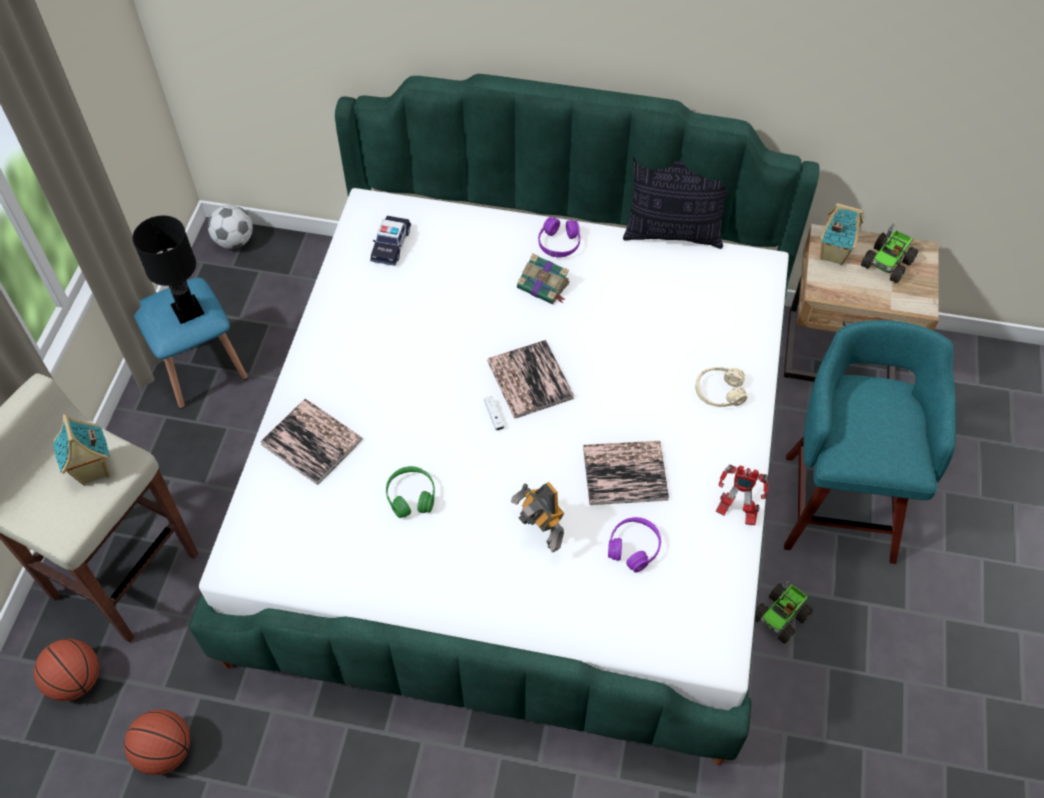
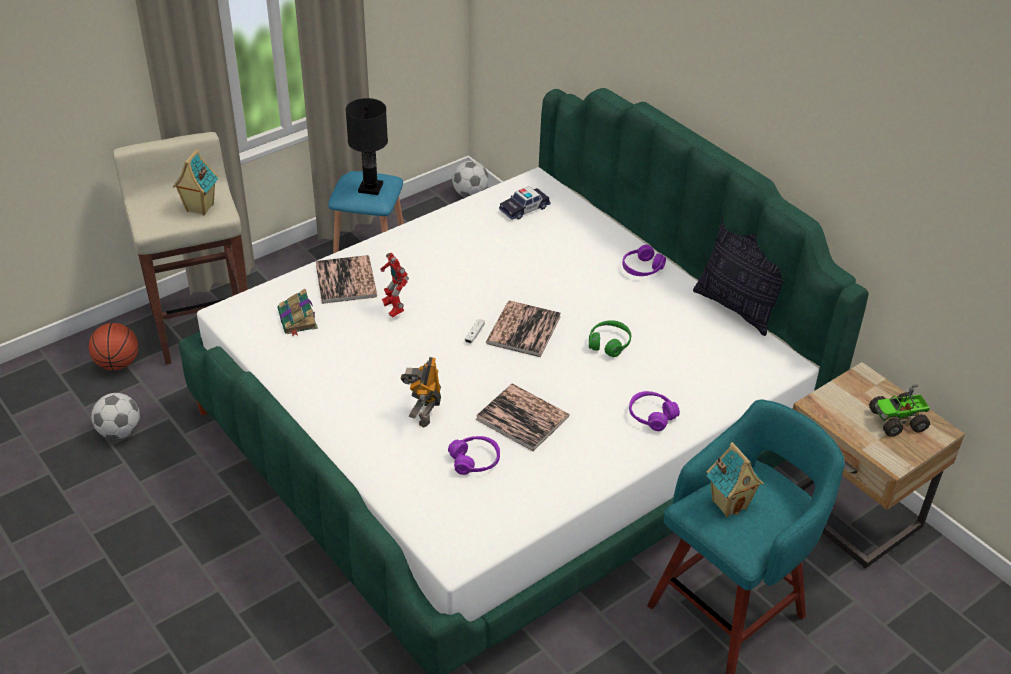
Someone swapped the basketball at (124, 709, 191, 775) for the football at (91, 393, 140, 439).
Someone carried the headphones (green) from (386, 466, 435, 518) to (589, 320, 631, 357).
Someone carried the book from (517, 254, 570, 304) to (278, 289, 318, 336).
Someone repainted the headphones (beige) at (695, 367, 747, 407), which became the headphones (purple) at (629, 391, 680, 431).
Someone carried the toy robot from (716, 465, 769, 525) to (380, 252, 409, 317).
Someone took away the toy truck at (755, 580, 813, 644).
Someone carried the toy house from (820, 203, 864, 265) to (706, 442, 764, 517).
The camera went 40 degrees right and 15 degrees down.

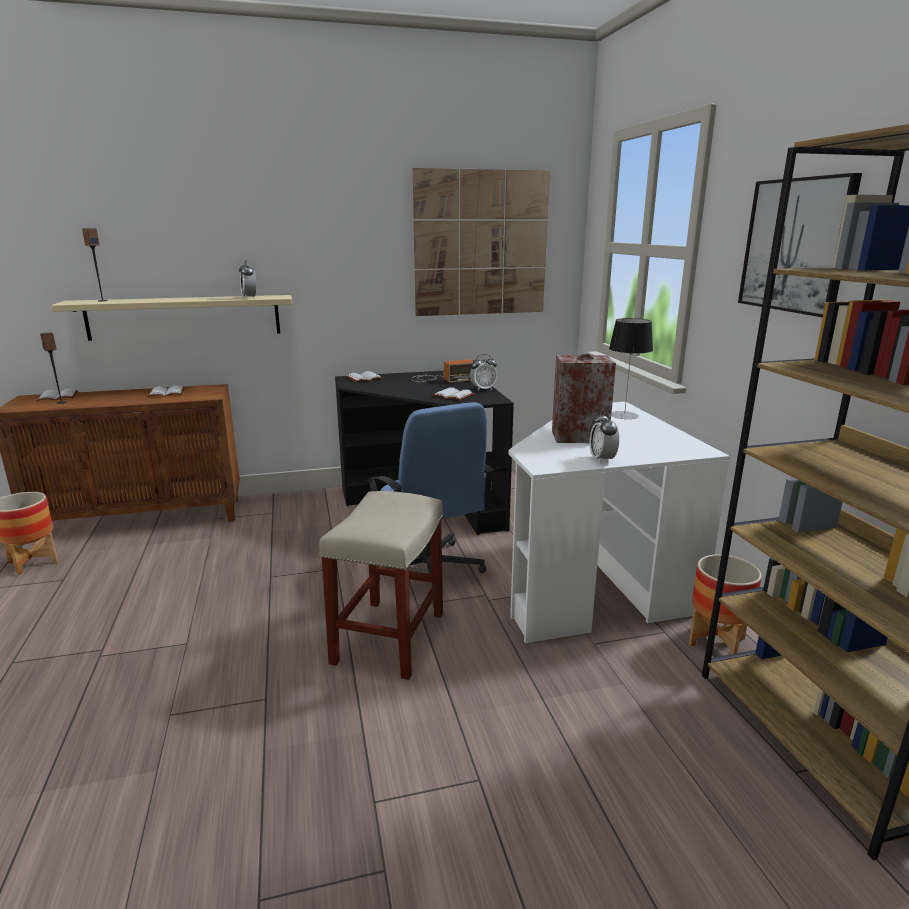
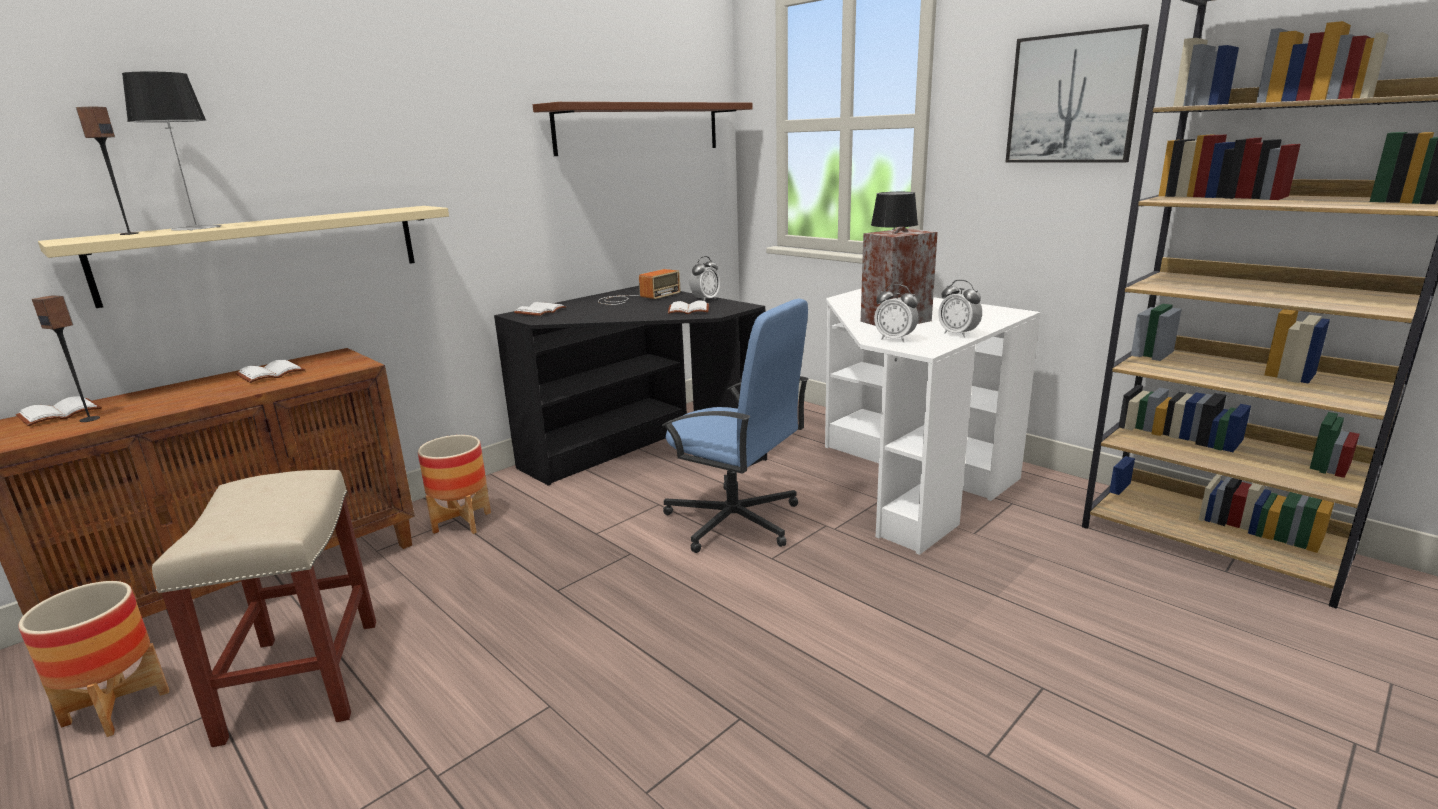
Someone carried the alarm clock from (239, 260, 256, 299) to (874, 284, 918, 342).
Someone carried the stool (beige) from (319, 491, 443, 680) to (152, 470, 376, 747).
Someone swapped the picture at (413, 168, 550, 316) for the shelf (brown) at (533, 102, 753, 156).
Someone carried the planter from (689, 554, 762, 655) to (418, 435, 491, 534).
Someone put down the table lamp at (122, 72, 221, 231).
The camera went 30 degrees left and 0 degrees up.

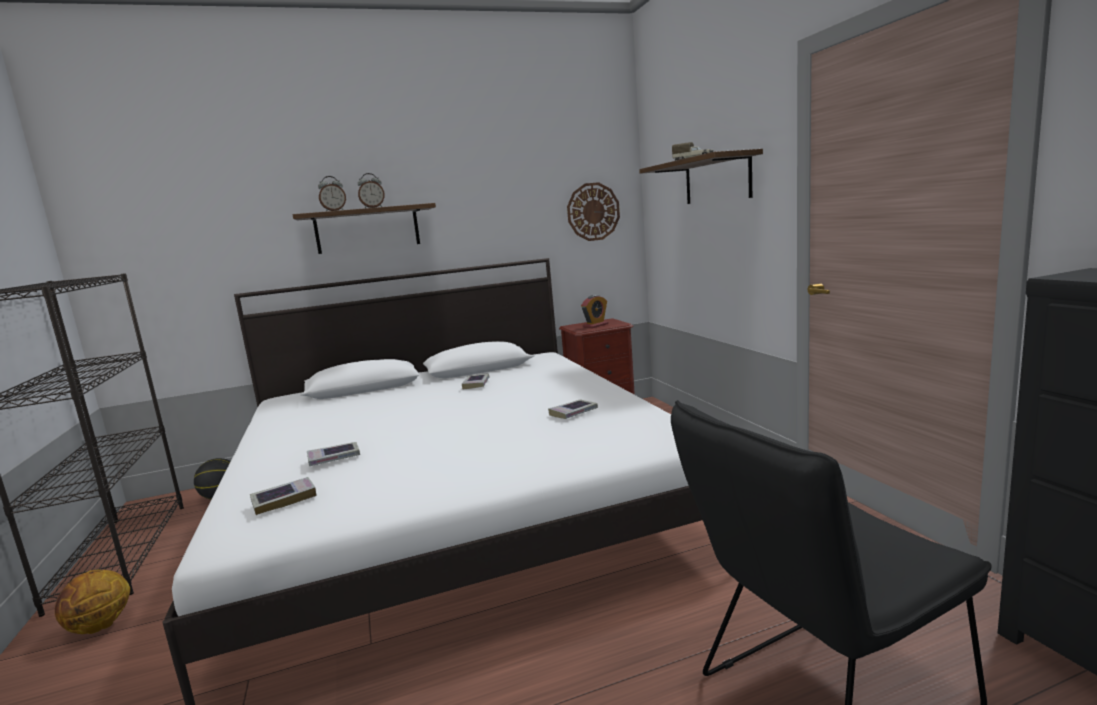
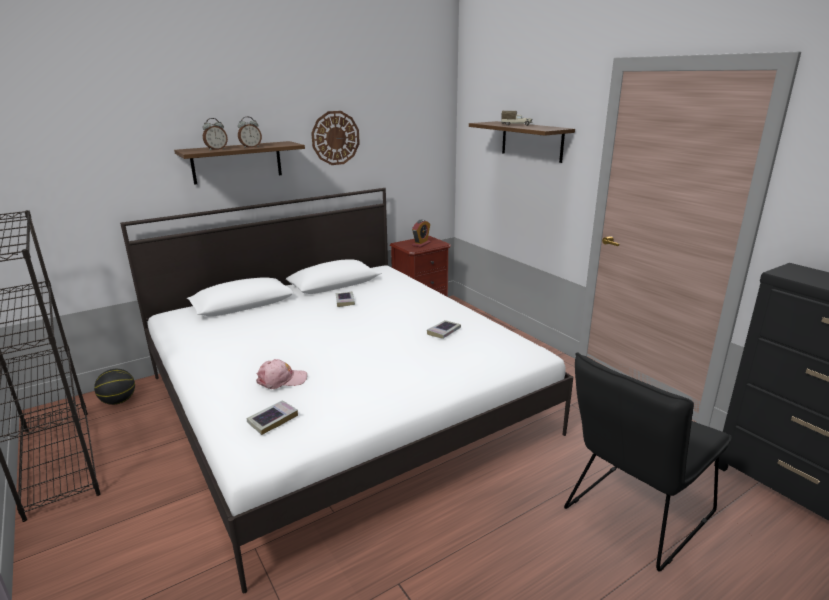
Someone took away the basketball at (55, 570, 130, 634).
Someone swapped the book at (307, 442, 360, 466) for the cap (pink) at (256, 359, 307, 389).
Someone carried the wall clock from (567, 182, 620, 241) to (311, 111, 360, 165).
The camera went 15 degrees left and 10 degrees up.

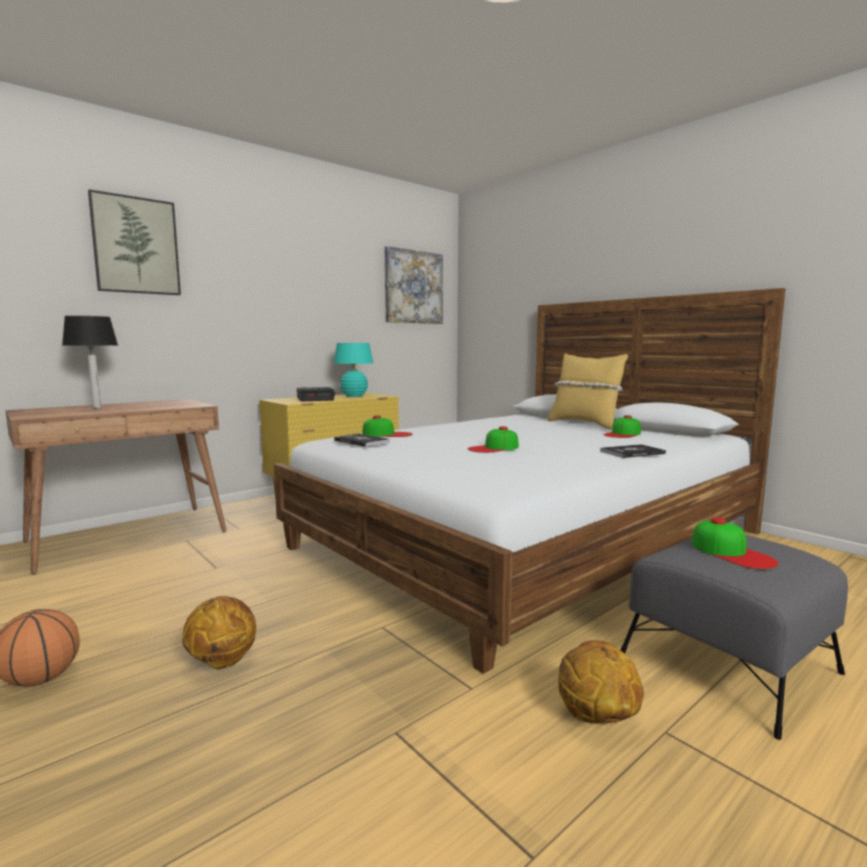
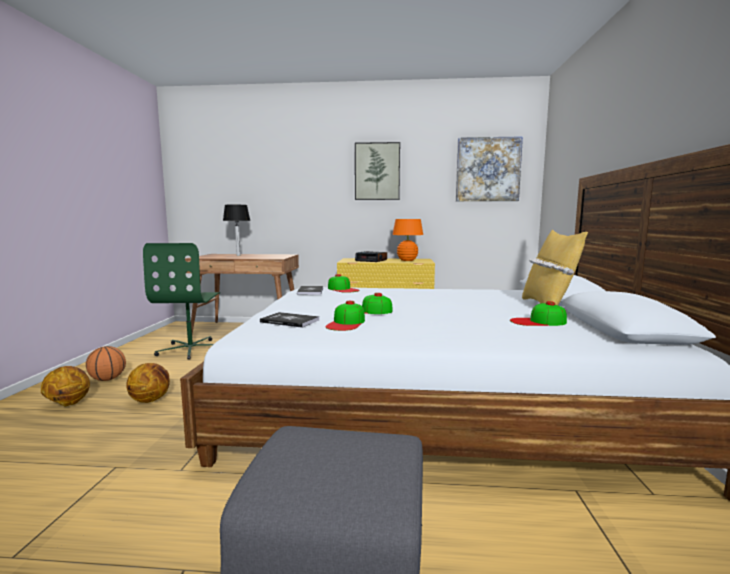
Someone carried the picture from (88, 189, 181, 295) to (355, 142, 400, 200).
Someone repainted the table lamp (turquoise) at (334, 343, 373, 397), which became the table lamp (orange) at (392, 219, 423, 261).
Someone carried the basketball from (558, 640, 644, 724) to (41, 366, 90, 407).
Someone carried the book from (600, 444, 666, 458) to (260, 312, 319, 328).
Someone carried the cap from (691, 517, 779, 569) to (325, 301, 365, 331).
Someone put down the office chair (green) at (143, 243, 220, 360).
The camera went 45 degrees right and 0 degrees up.

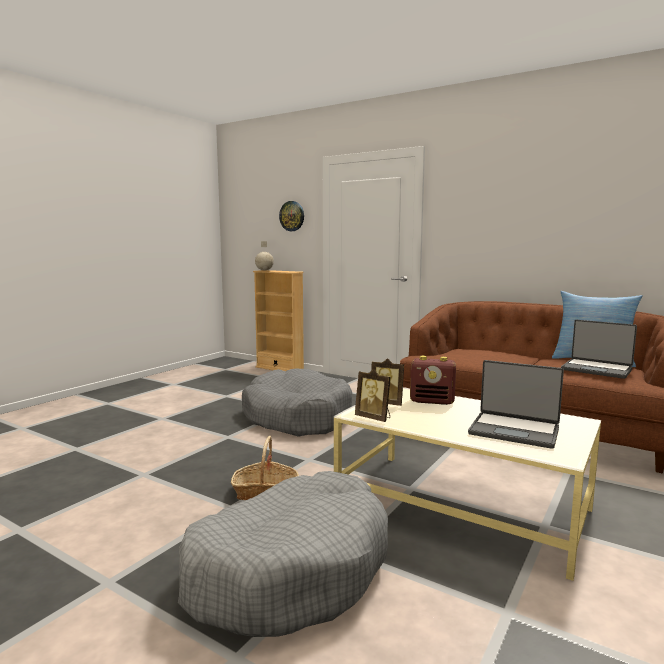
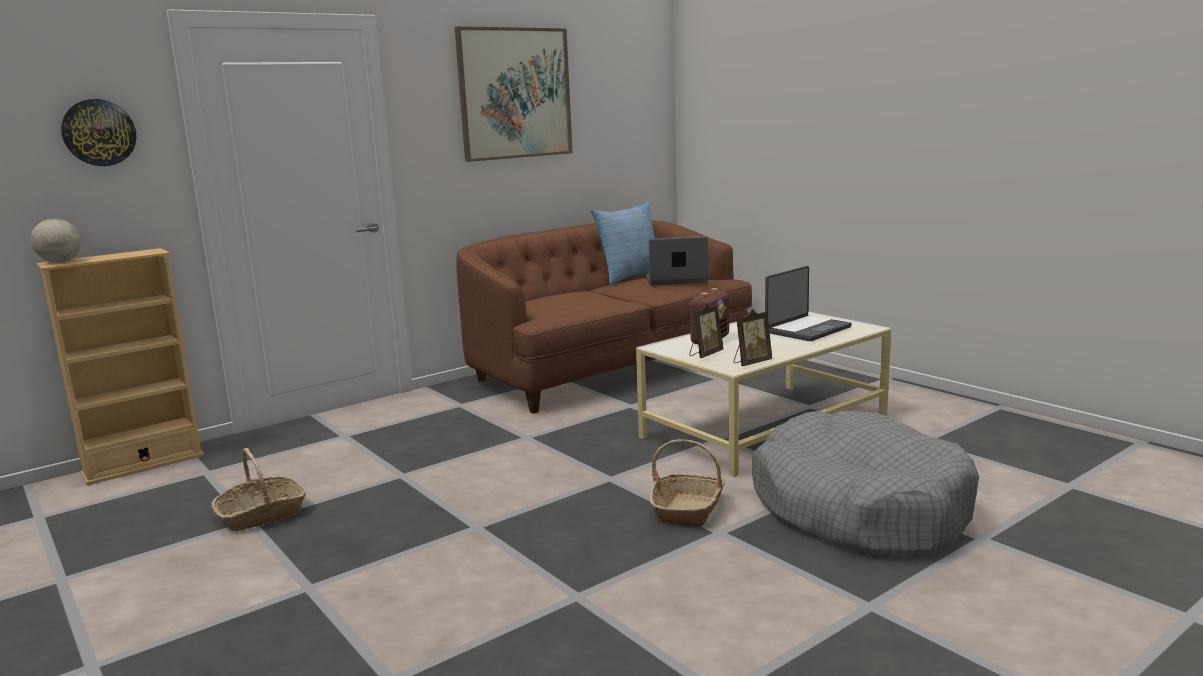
Someone took away the dog bed (grey) at (242, 369, 352, 437).
Someone rotated the laptop at (561, 320, 637, 379) by 150 degrees counterclockwise.
Someone put down the basket at (211, 448, 306, 531).
Someone put up the picture at (455, 26, 573, 162).
The camera went 70 degrees left and 5 degrees up.

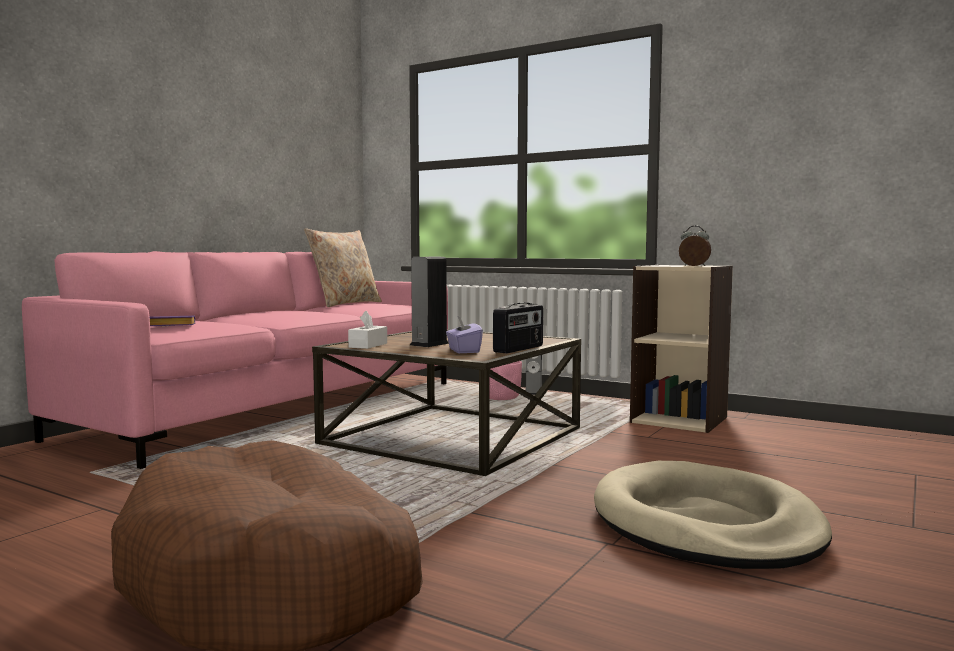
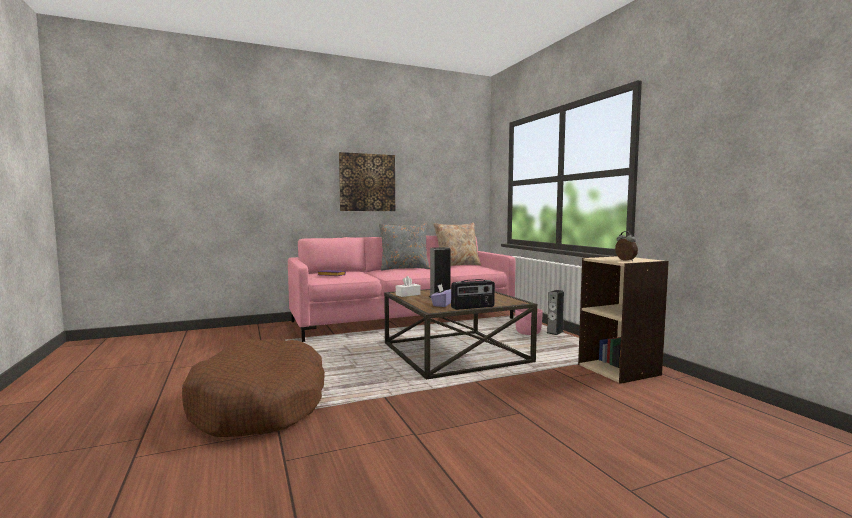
Someone took away the dog bed (beige) at (594, 461, 832, 569).
Someone put up the picture at (339, 152, 395, 211).
Someone put down the pillow (grey) at (379, 223, 430, 270).
The camera went 35 degrees right and 0 degrees up.

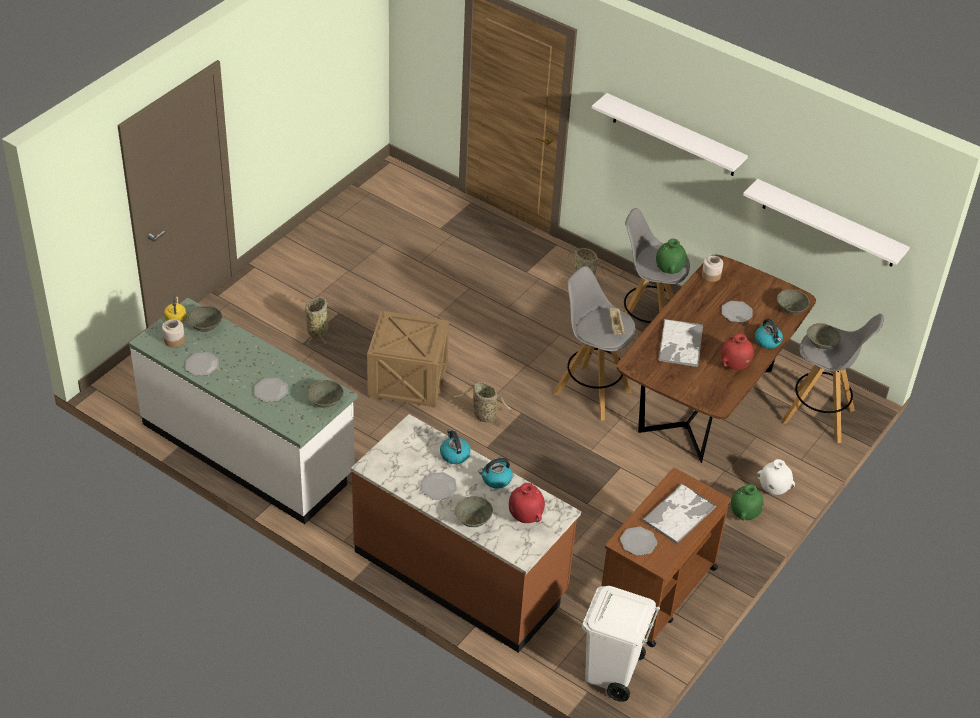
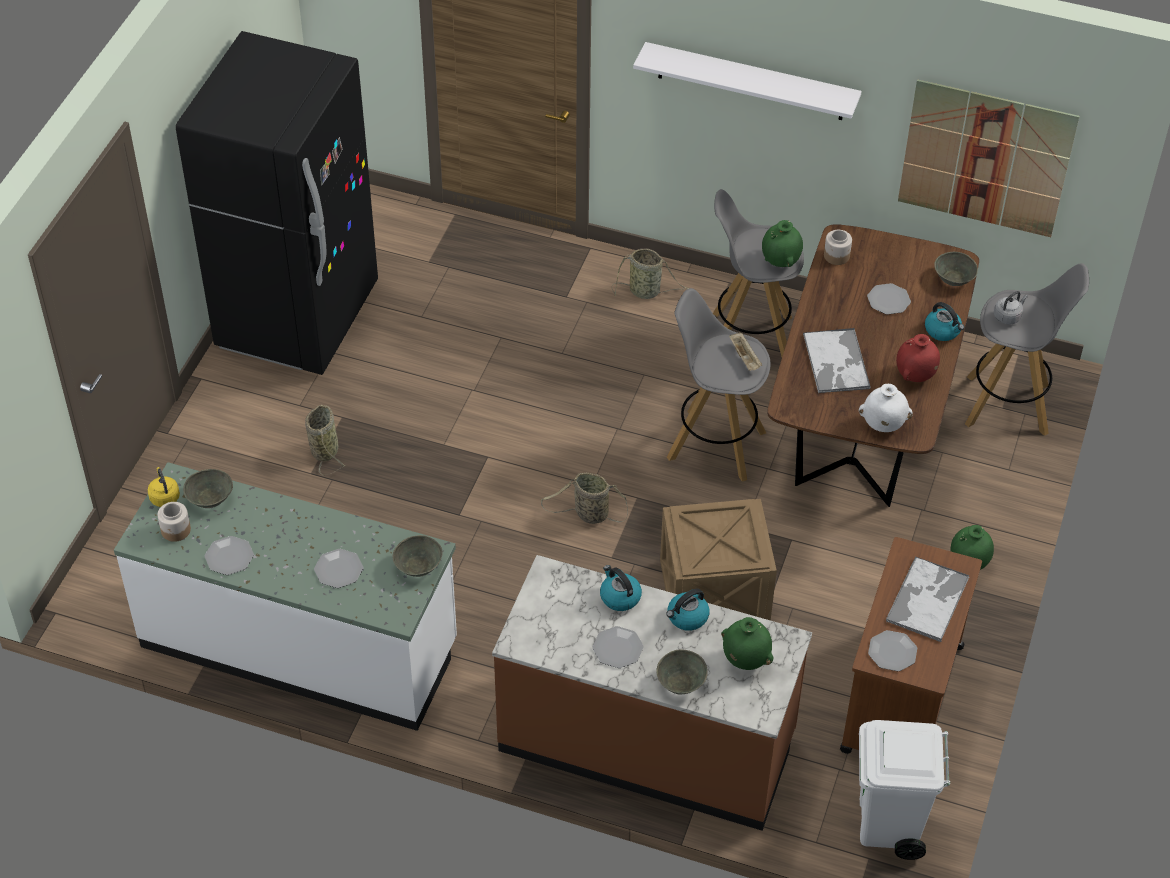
Someone carried the crate from (367, 311, 449, 407) to (660, 499, 777, 621).
Someone repainted the vase (red) at (509, 483, 545, 523), which became the vase (green) at (721, 617, 773, 670).
Someone swapped the shelf (white) at (743, 179, 910, 267) for the picture at (898, 79, 1079, 237).
Someone carried the vase (white) from (757, 459, 795, 495) to (859, 384, 913, 432).
Someone swapped the bowl (grey) at (807, 323, 841, 349) for the kettle (grey) at (994, 291, 1028, 325).
Someone put down the fridge (black) at (176, 31, 378, 375).
The camera went 15 degrees left and 5 degrees up.

